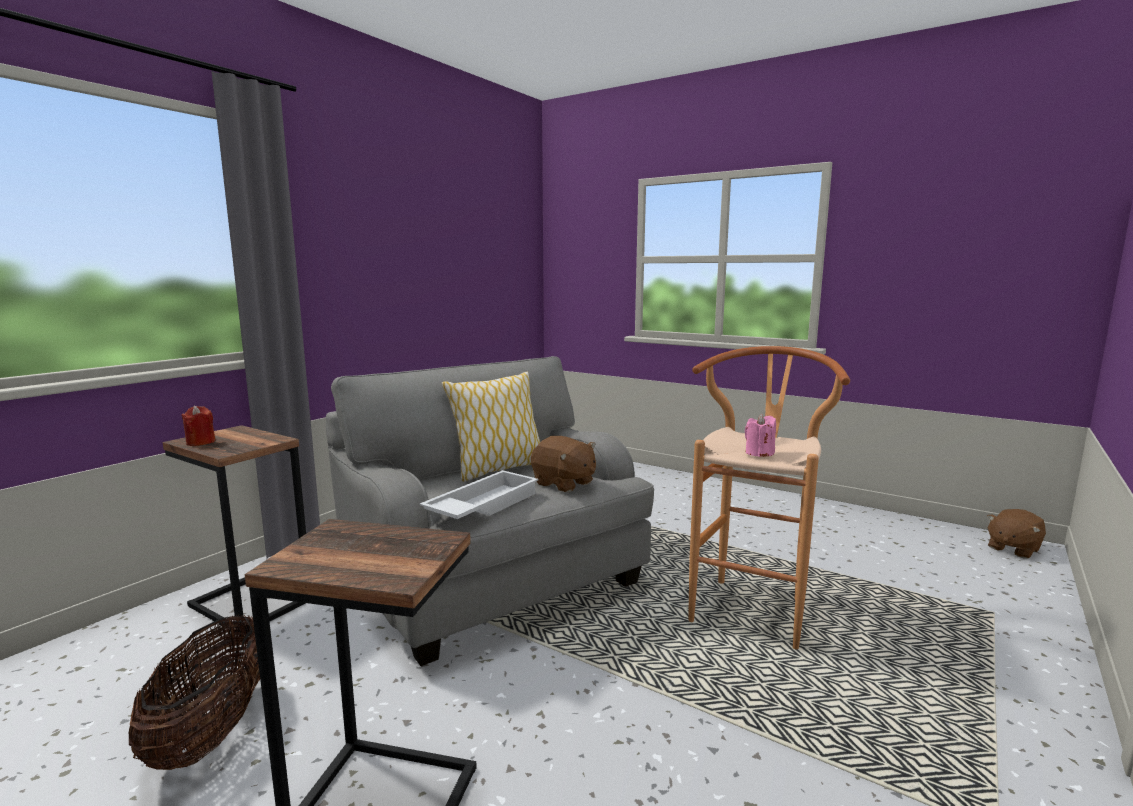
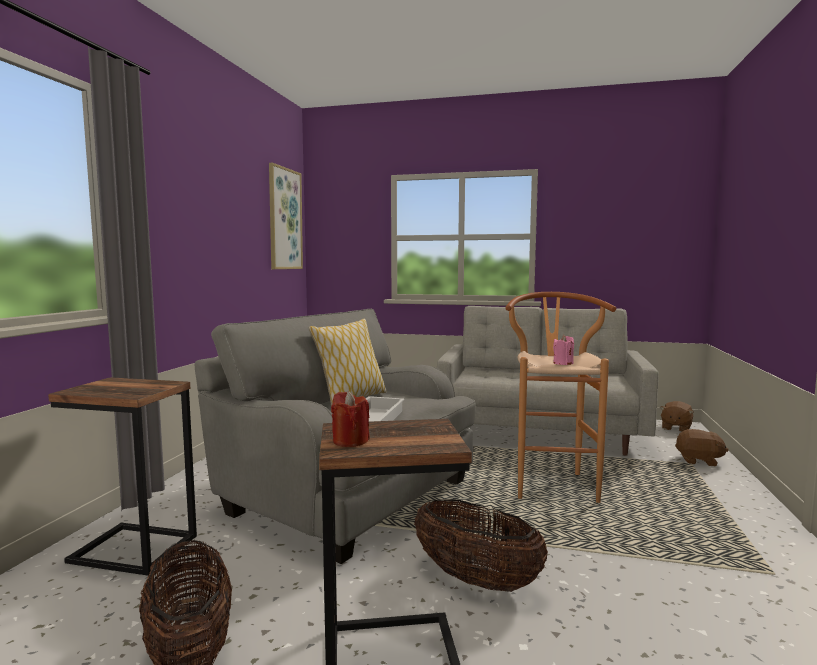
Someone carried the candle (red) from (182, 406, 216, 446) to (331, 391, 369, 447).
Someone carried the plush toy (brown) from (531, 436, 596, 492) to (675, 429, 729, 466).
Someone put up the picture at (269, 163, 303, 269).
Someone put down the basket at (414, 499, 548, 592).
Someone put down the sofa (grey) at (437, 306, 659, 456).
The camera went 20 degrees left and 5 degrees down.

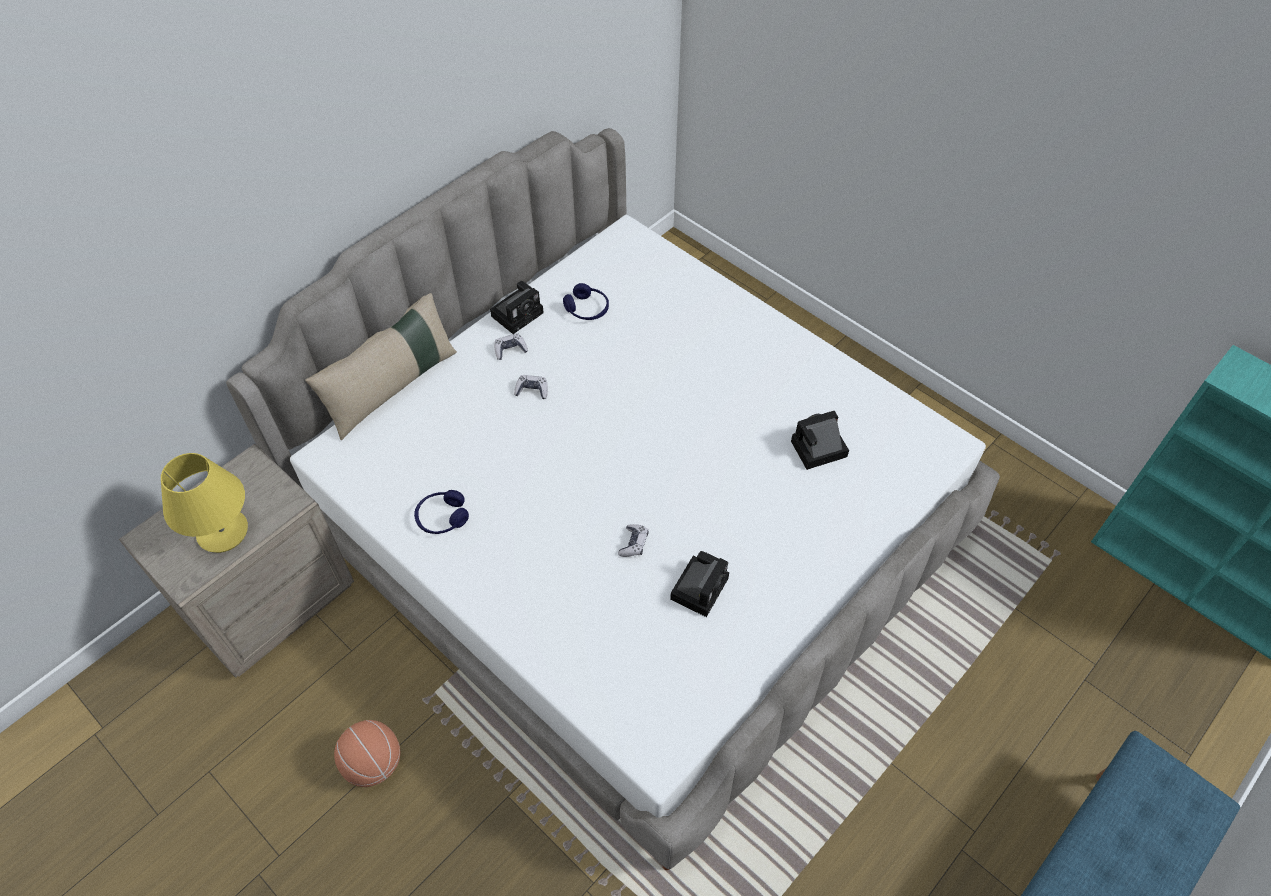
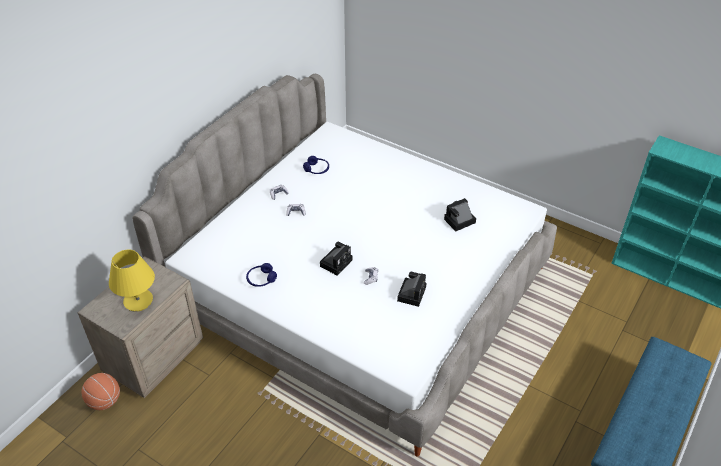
Someone took away the pillow (beige) at (305, 293, 457, 440).
Someone carried the basketball from (334, 720, 400, 787) to (81, 373, 120, 410).
Someone carried the photo camera from (490, 281, 544, 334) to (320, 241, 352, 275).
The camera went 10 degrees left and 10 degrees down.

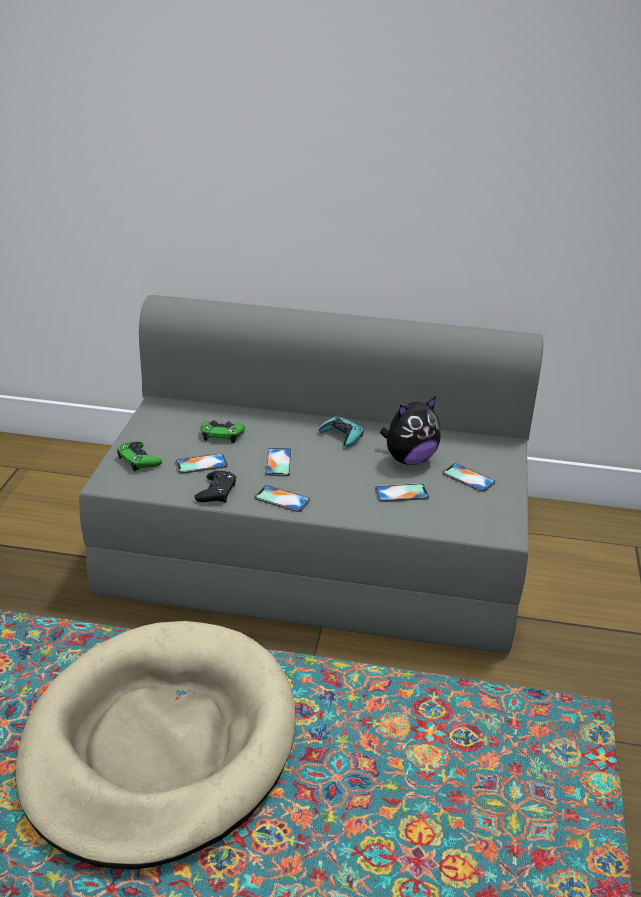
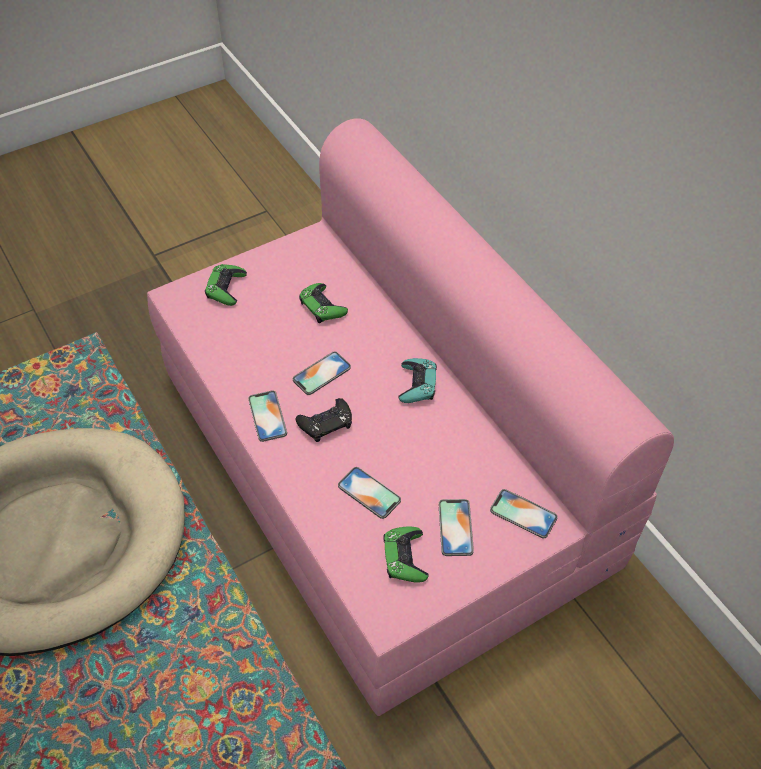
Someone repainted the sofa (grey) at (79, 295, 543, 653), which became the sofa (pink) at (147, 119, 674, 716).
Someone carried the phone from (175, 453, 228, 474) to (490, 489, 558, 539).
Someone carried the game controller (black) from (194, 471, 236, 503) to (296, 398, 352, 442).
Someone took away the plush toy at (380, 396, 441, 465).
Someone put down the game controller (green) at (383, 526, 429, 583).
The camera went 50 degrees right and 20 degrees up.

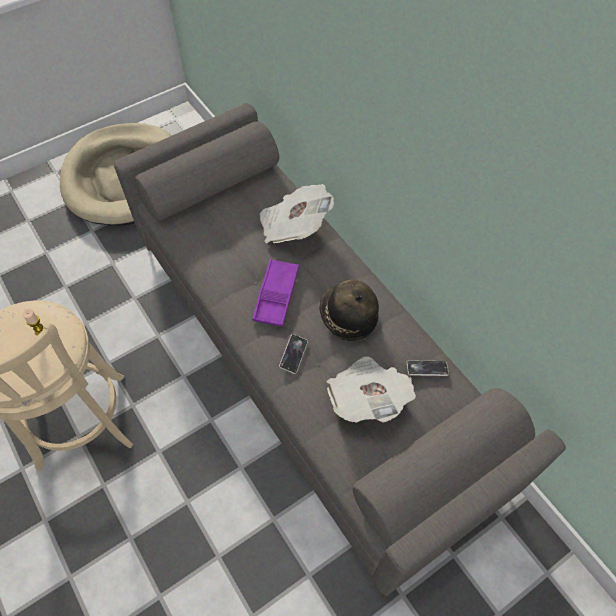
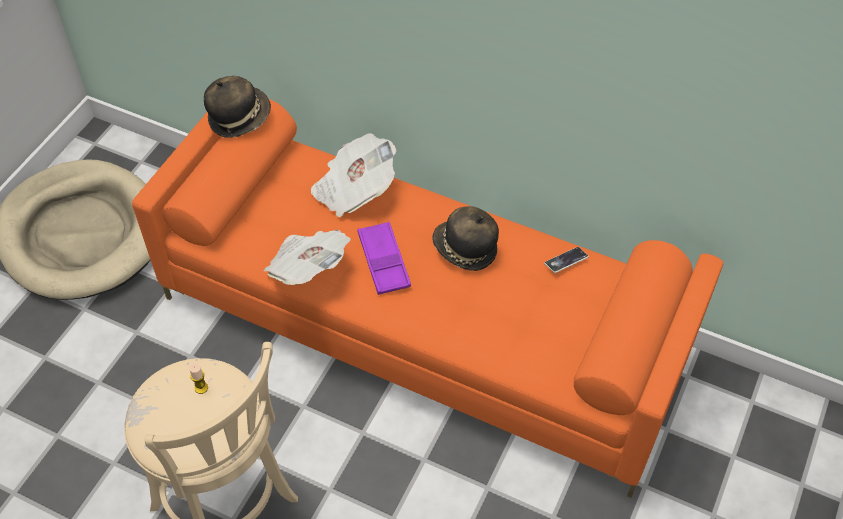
Someone repainted the sofa (grey) at (114, 103, 566, 598), which became the sofa (orange) at (132, 99, 723, 498).
Someone took away the phone at (279, 334, 308, 374).
Someone carried the newspaper from (327, 356, 416, 423) to (263, 230, 350, 285).
Someone put down the hat at (204, 76, 271, 138).
The camera went 30 degrees left and 5 degrees down.

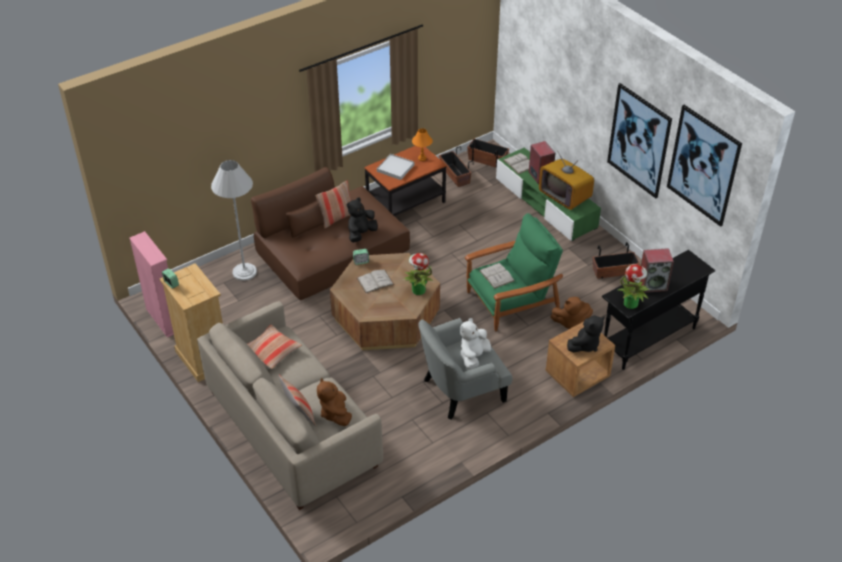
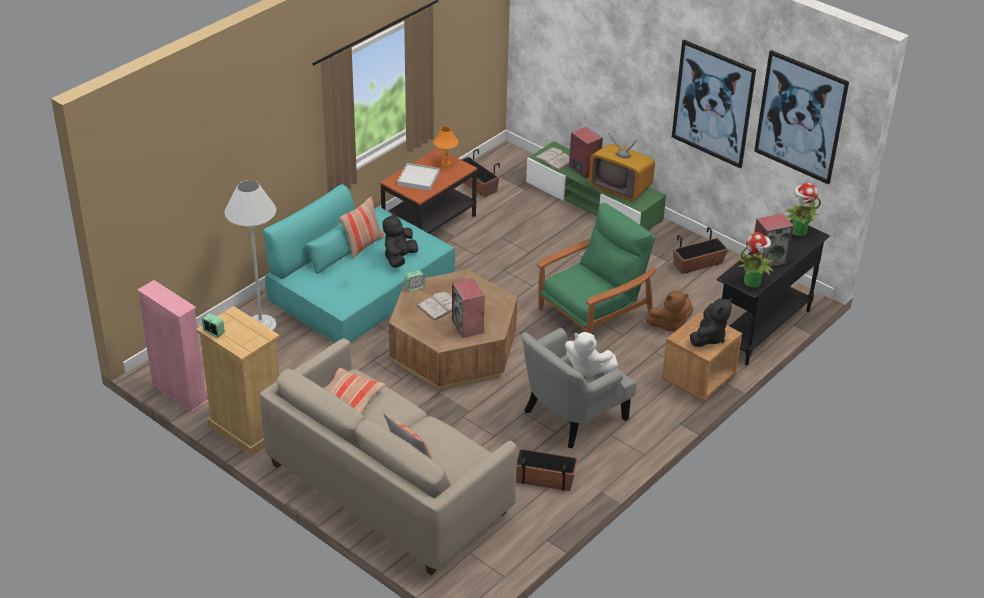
Someone repainted the sofa (brown) at (251, 167, 410, 300), which became the sofa (turquoise) at (263, 184, 455, 343).
Someone took away the plush toy (brown) at (317, 378, 352, 426).
Someone carried the potted plant from (404, 253, 433, 295) to (785, 183, 821, 236).
Someone rotated the plush toy (white) at (460, 318, 491, 369) by 75 degrees counterclockwise.
Someone carried the planter from (467, 139, 509, 168) to (516, 448, 578, 491).
Someone took away the book (white) at (479, 263, 514, 289).
Someone put down the speaker at (452, 278, 485, 338).
The camera went 15 degrees left and 5 degrees down.

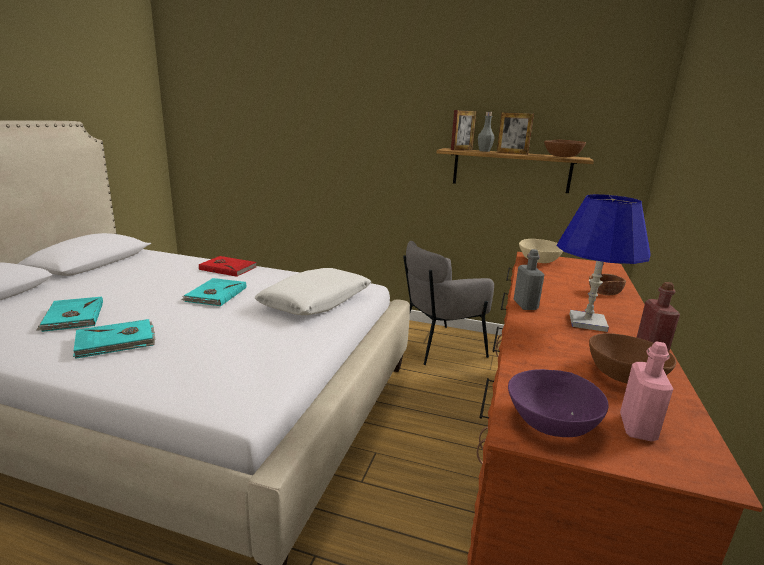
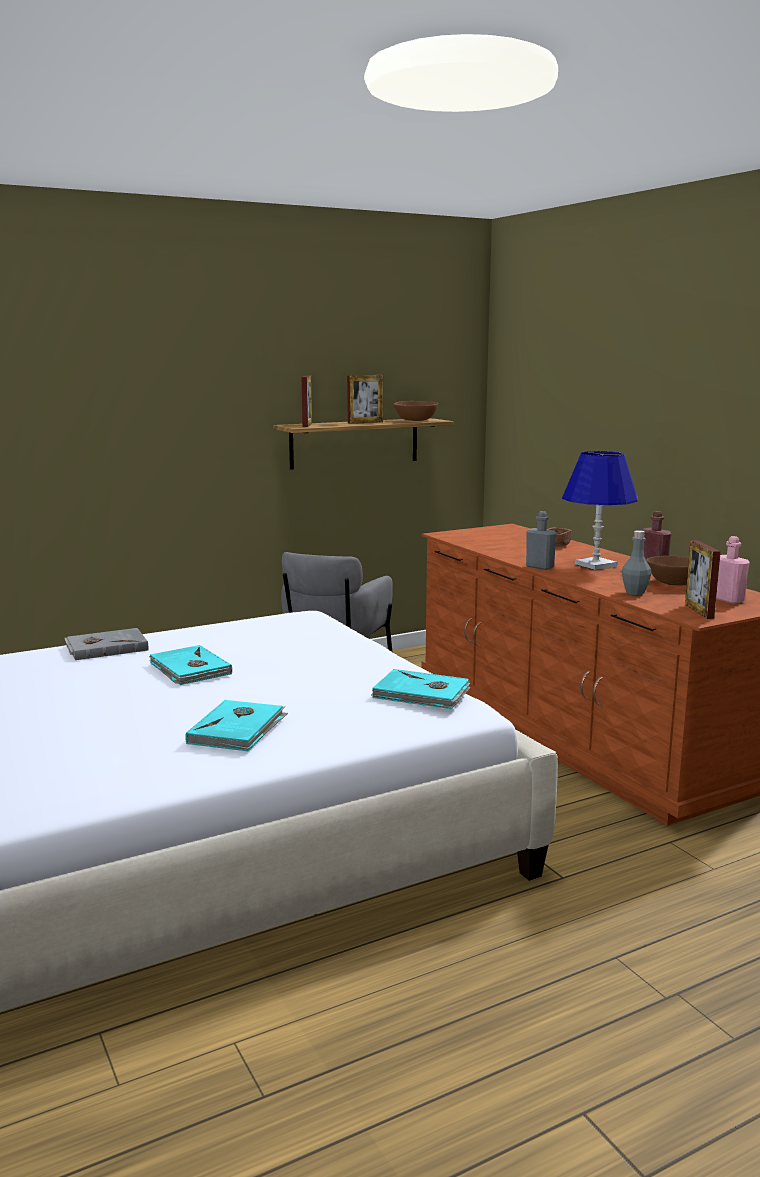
Someone carried the book (turquoise) from (36, 296, 103, 332) to (371, 669, 471, 709).
Someone repainted the book (red) at (199, 256, 256, 277), which became the book (grey) at (65, 628, 149, 660).
Someone took away the pillow (white) at (255, 268, 371, 315).
Someone carried the bottle (grey) from (478, 112, 494, 152) to (622, 530, 651, 595).
Someone swapped the bowl (purple) at (508, 369, 609, 437) for the picture frame at (685, 540, 721, 619).
Someone took away the bowl (beige) at (519, 239, 563, 263).
The camera went 45 degrees left and 5 degrees down.

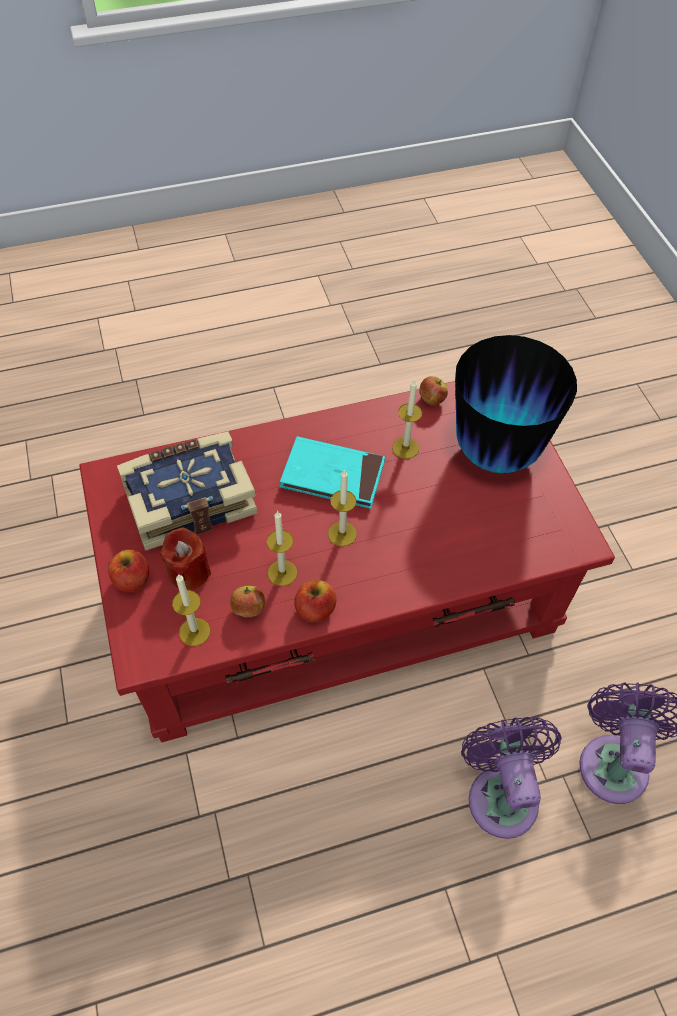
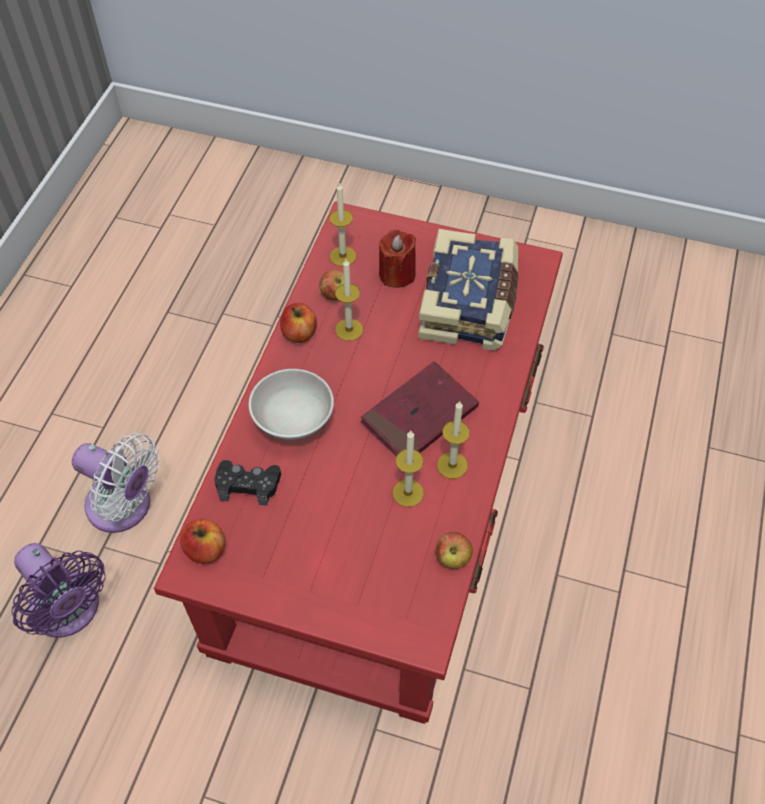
Someone carried the apple from (108, 549, 149, 593) to (180, 519, 225, 564).
Someone repainted the book (turquoise) at (280, 436, 385, 509), which became the book (red) at (361, 361, 479, 457).
Someone carried the candle from (328, 469, 357, 547) to (437, 401, 470, 479).
Someone took away the vase at (455, 335, 577, 473).
Someone repainted the fan (purple) at (461, 717, 562, 839), which became the fan (white) at (72, 433, 159, 533).
Someone put down the game controller (black) at (214, 460, 281, 506).
Someone put down the bowl (white) at (249, 369, 334, 440).
The camera went 125 degrees right and 0 degrees up.

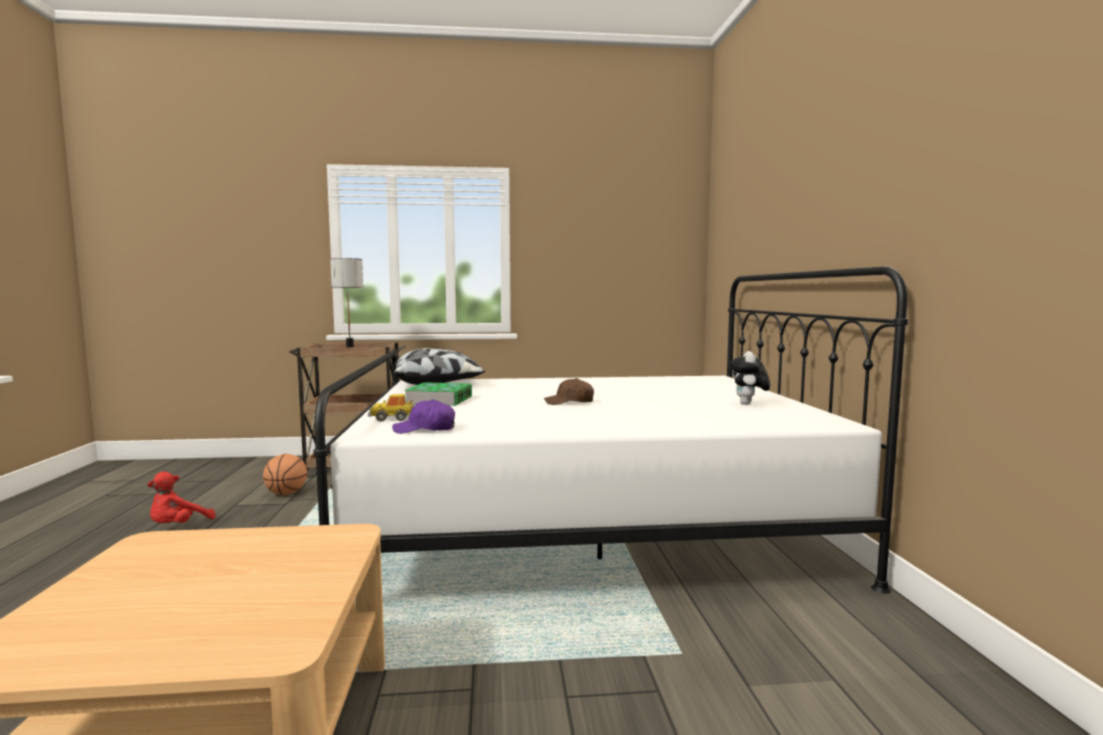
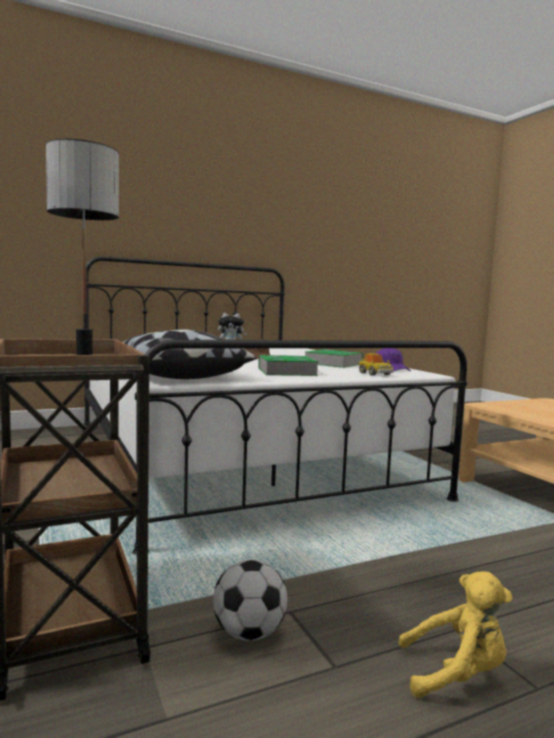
Someone repainted the plush toy (red) at (147, 472, 215, 523), which became the plush toy (yellow) at (398, 571, 512, 698).
Someone swapped the basketball at (263, 454, 308, 495) for the football at (213, 560, 287, 641).
Someone put down the book at (305, 349, 363, 368).
The camera went 110 degrees left and 0 degrees up.

